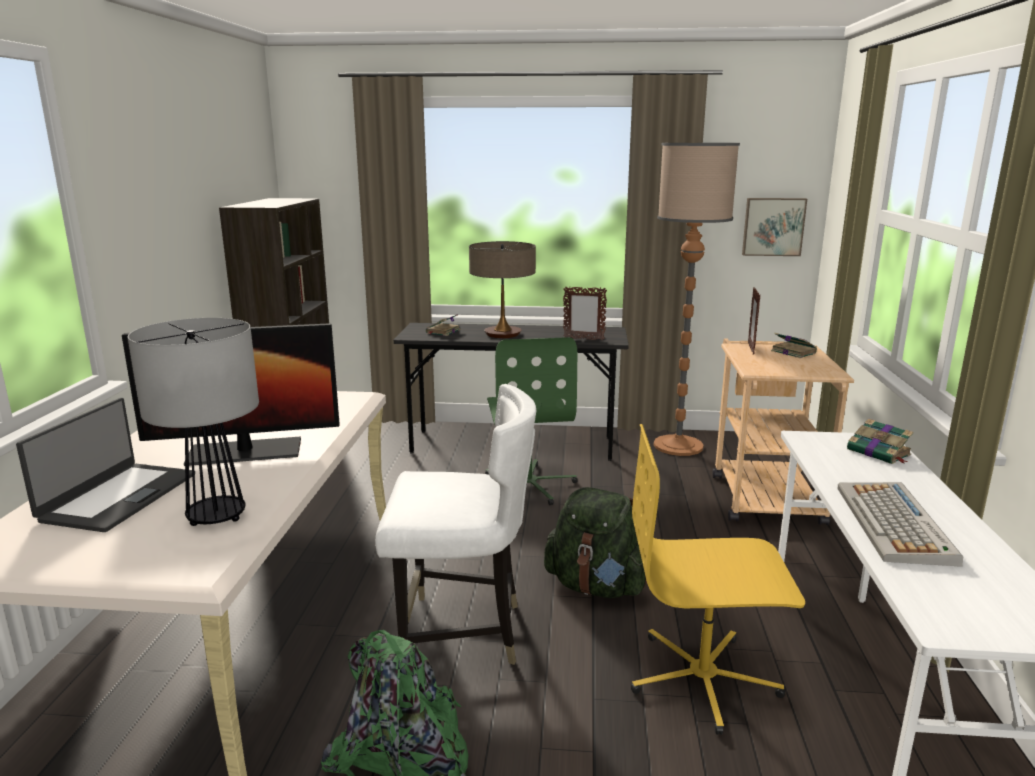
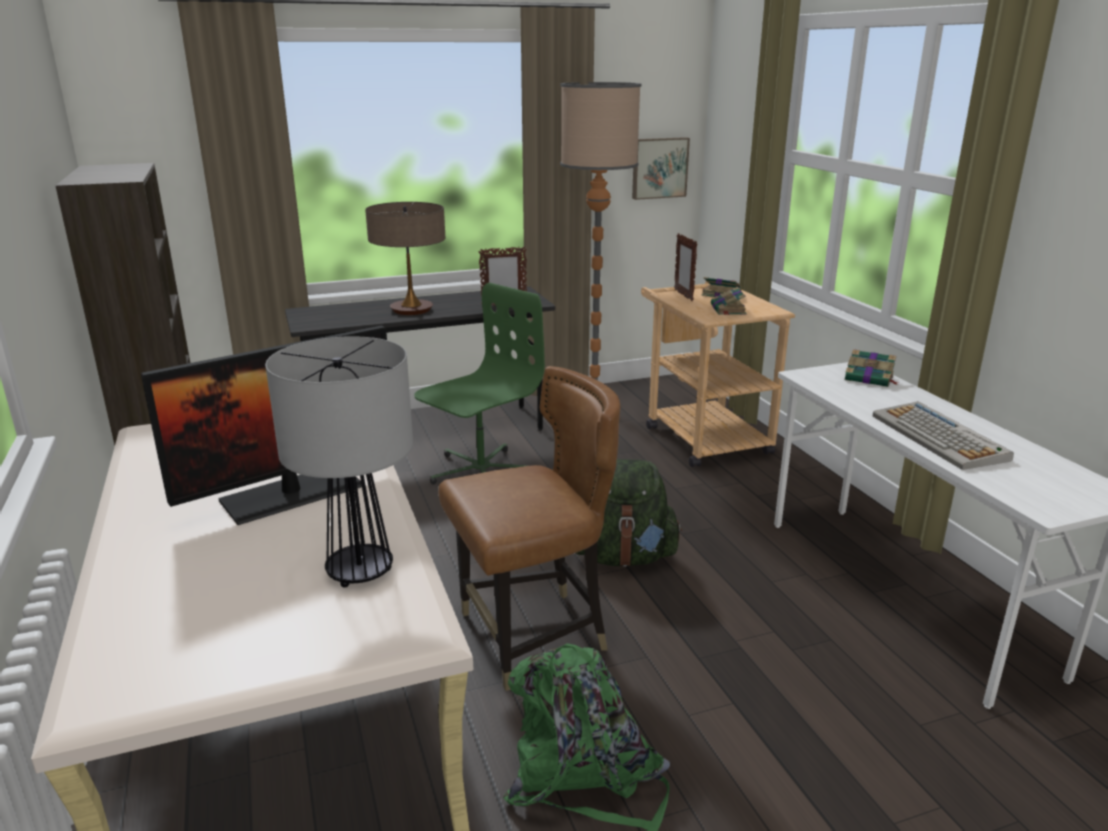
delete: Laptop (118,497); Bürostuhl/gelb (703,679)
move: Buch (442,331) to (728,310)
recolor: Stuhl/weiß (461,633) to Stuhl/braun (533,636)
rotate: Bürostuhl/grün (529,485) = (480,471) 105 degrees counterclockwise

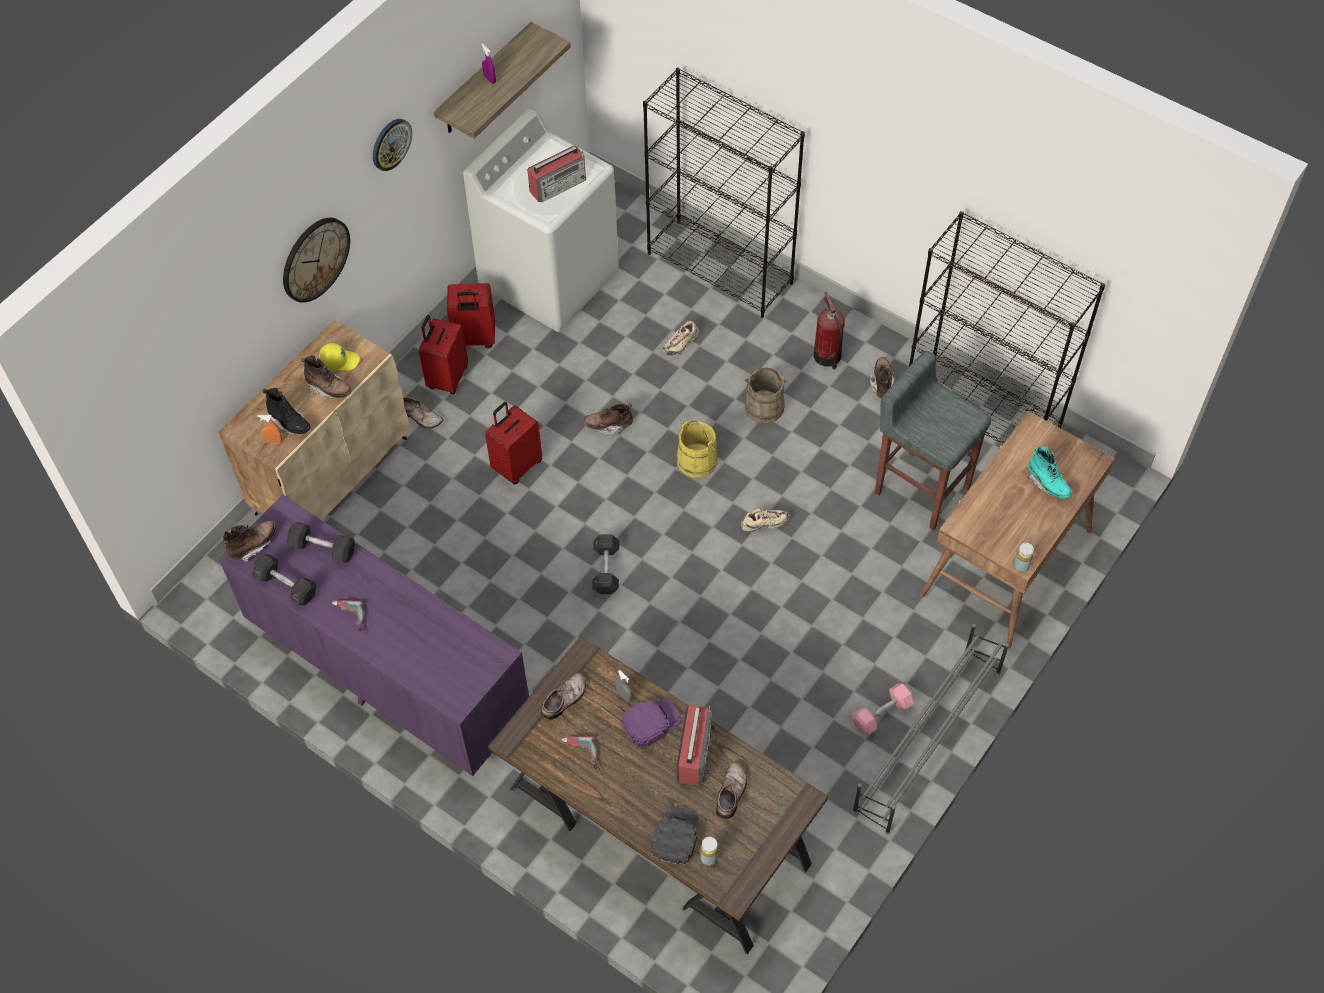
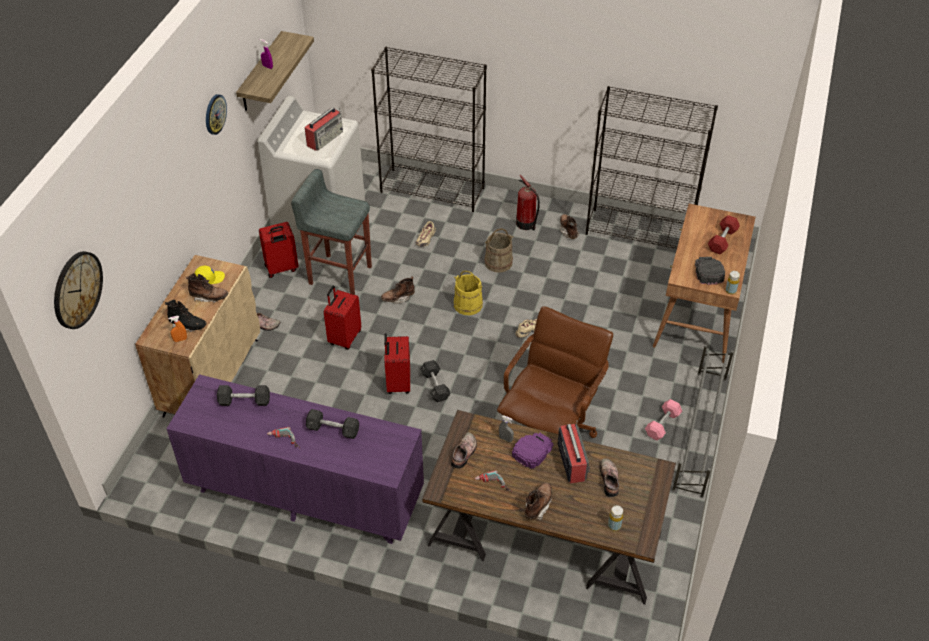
insert: Bürostuhl/braun (549,429)
move: Wanduhr (315,259) to (77,289); Hocker/grau (921,488) to (339,274); Hantel/grau (286,585) to (333,429); Koffer/rot (447,378) to (397,383); Stiefel/braun (253,545) to (537,506); Kappe/schwarz (675,836) to (708,271)
replace: Stiefel/türkis (1047,483) to Hantel/rot (722,240)

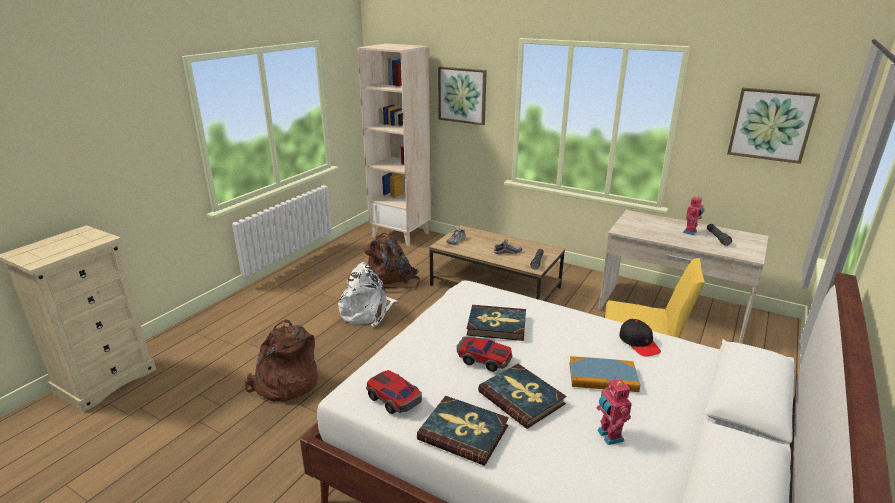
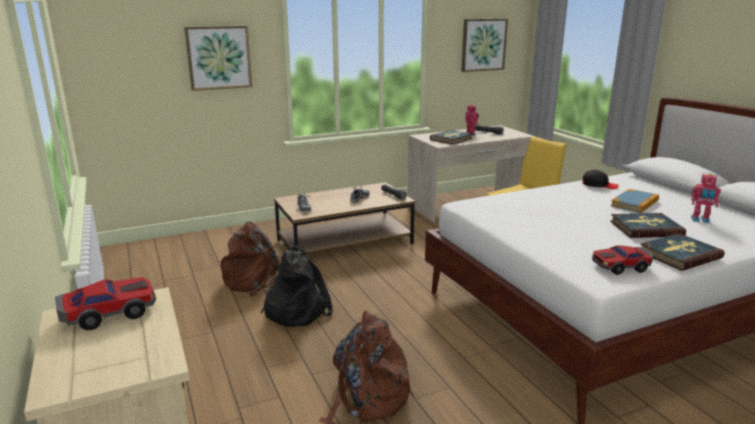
delete: Bücherregal/beige (401,234)
move: Spielzeugauto (484,359) to (109,312); Buch (496,325) to (451,139)
recolor: Rucksack/weiß (367,312) to Rucksack/schwarz (295,311)

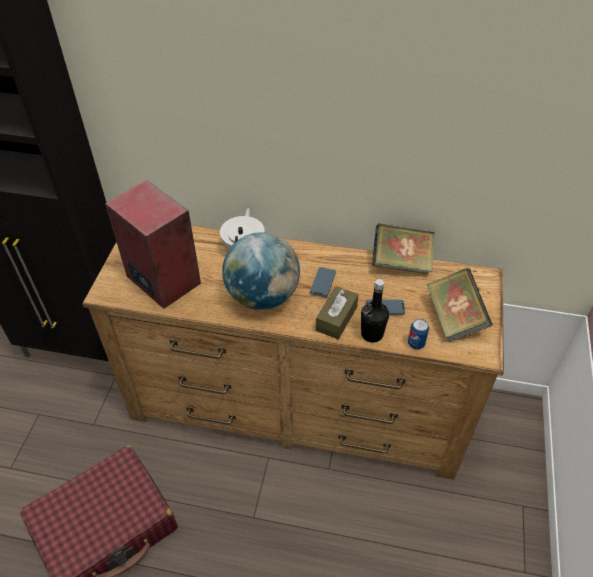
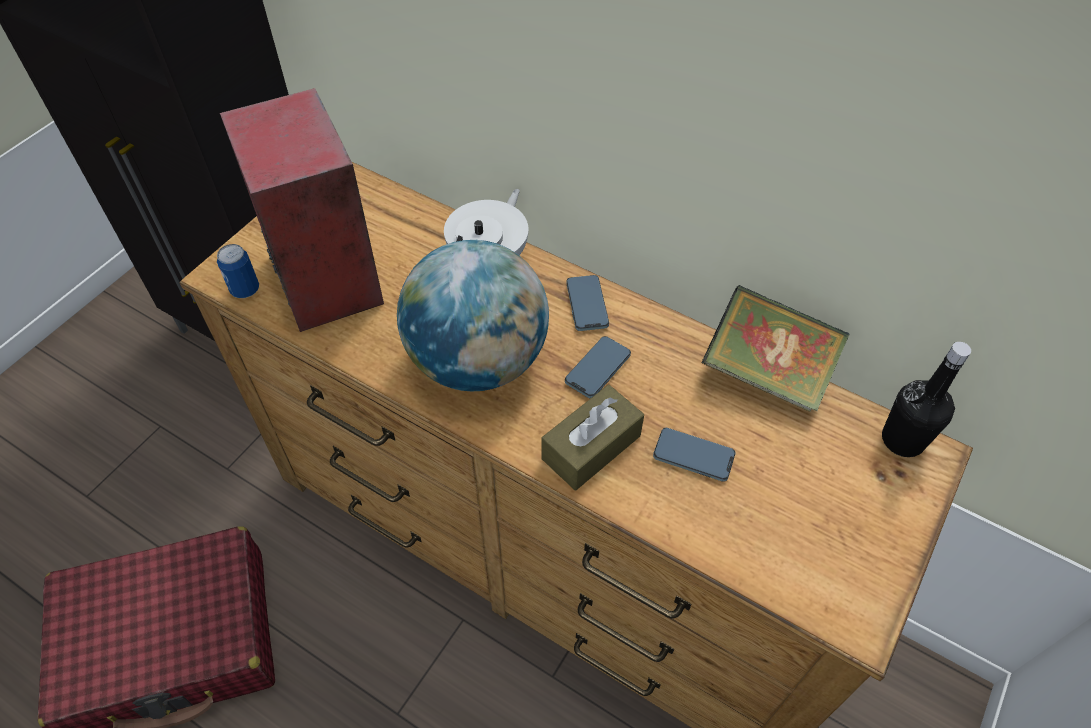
delete: Buch (454,318)
insert: Handy (587,305)
move: Dose (416,343) to (245,290); Flasche/schwarz (372,334) to (902,440)

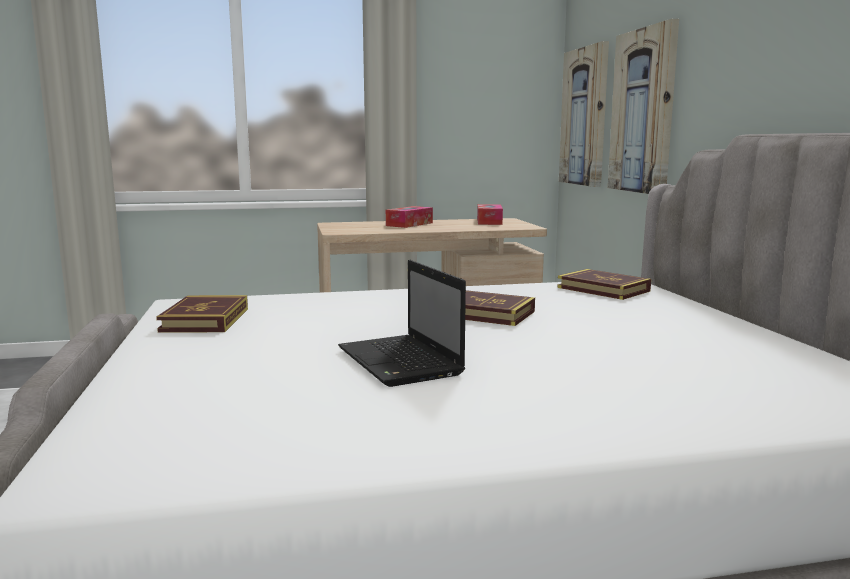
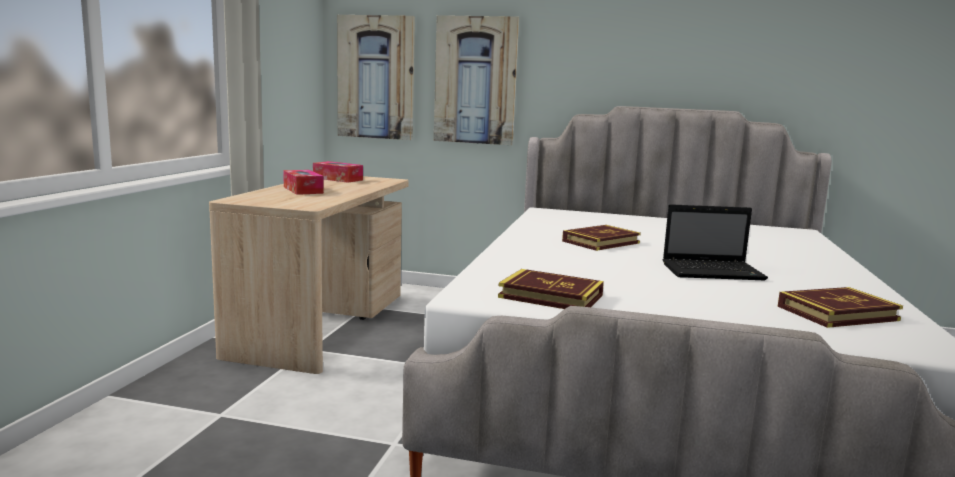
move: Buch (603,289) to (837,313)

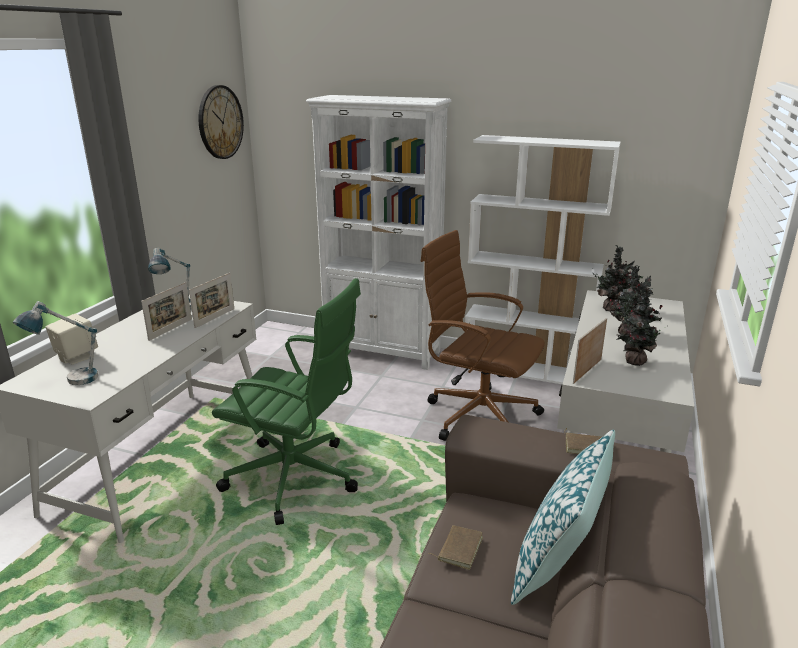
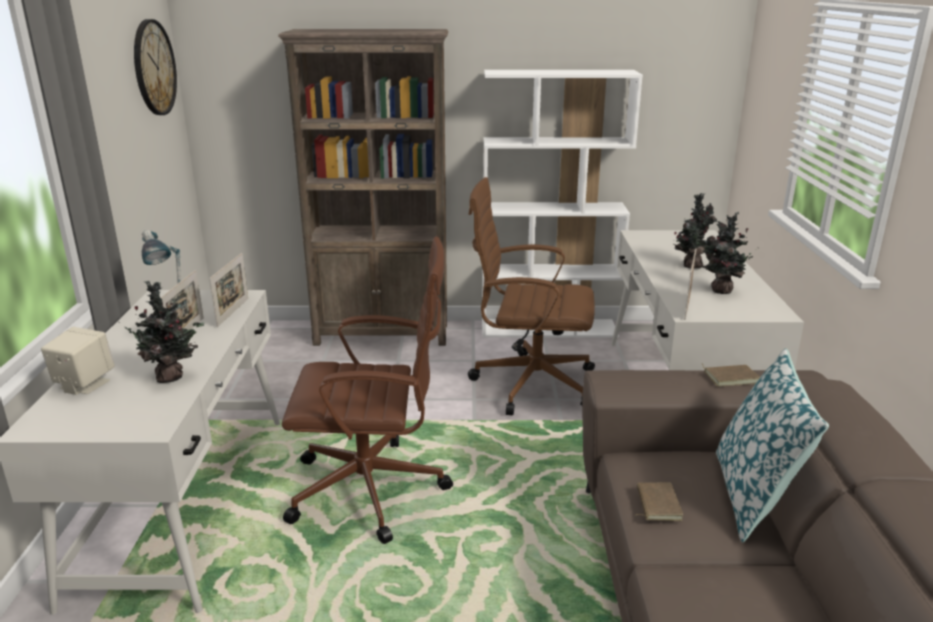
delete: Tischlampe (69,381)
move: Topfpflanze (612,309) to (172,377)
recolor: Bücherregal/weiß (383,351) to Bücherregal/braun (382,334); Bürostuhl/grün (296,479) to Bürostuhl/braun (372,490)

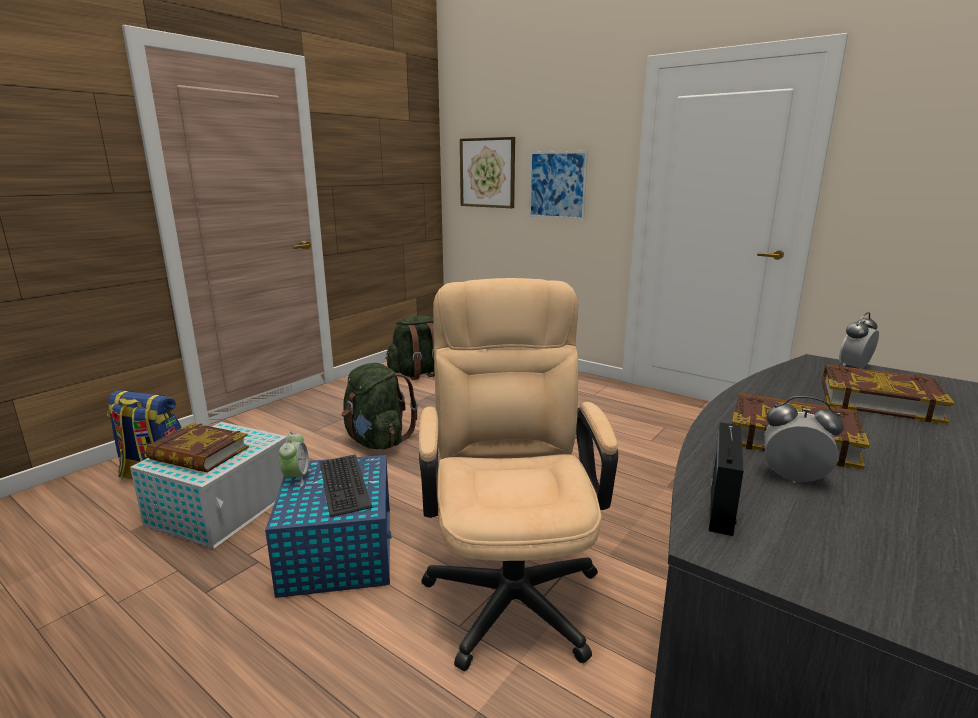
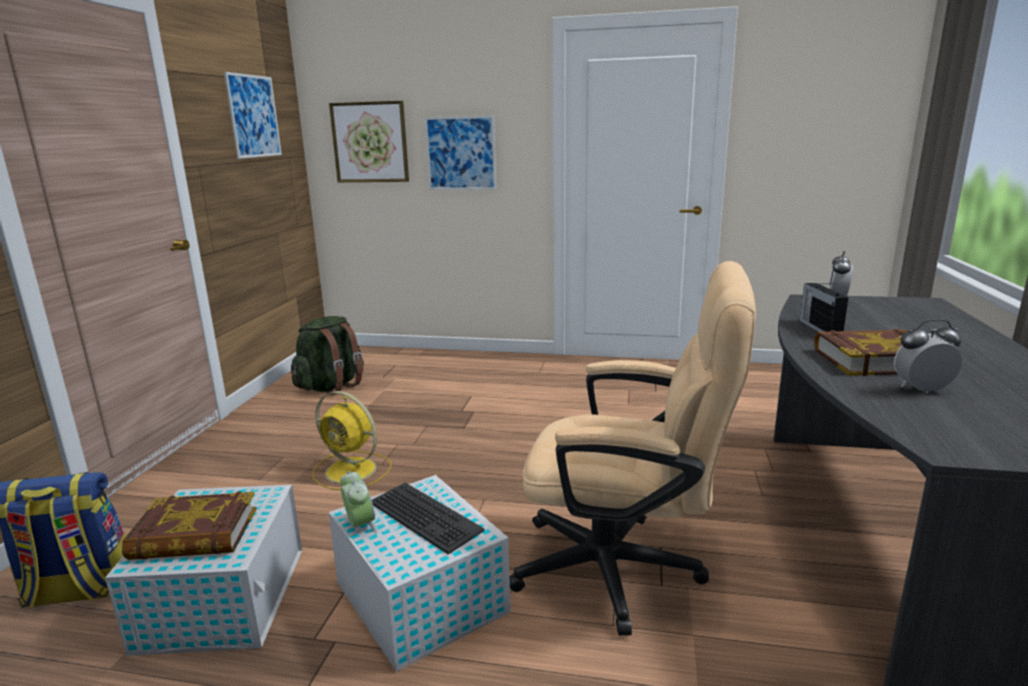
delete: Buch (878,400)
insert: Bild (253,116)
move: Radio (721,504) to (819,328)
replace: Rucksack/grün (377,441) to Ventilator/gelb (352,471)
recolor: Aufbewahrungsbox/blau (339,549) to Aufbewahrungsbox/weiß (420,596)
rotate: Bürostuhl/beige (511,584) = (624,570) 135 degrees clockwise

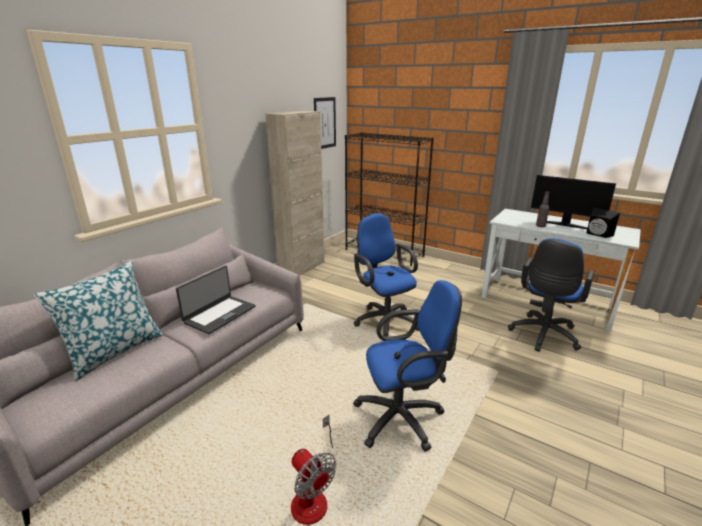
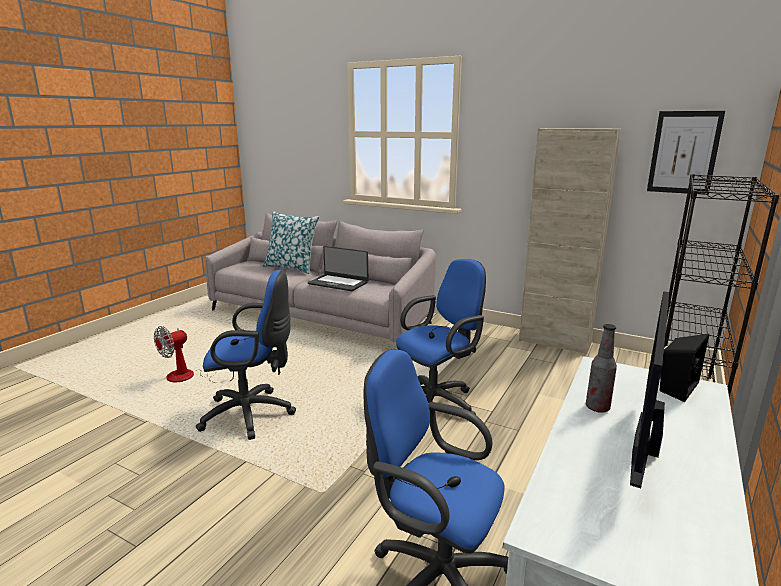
move: Lautsprecher/schwarz (597,235) to (674,387)
rotate: Bürostuhl/blau (403,418) = (252,414) 75 degrees counterclockwise

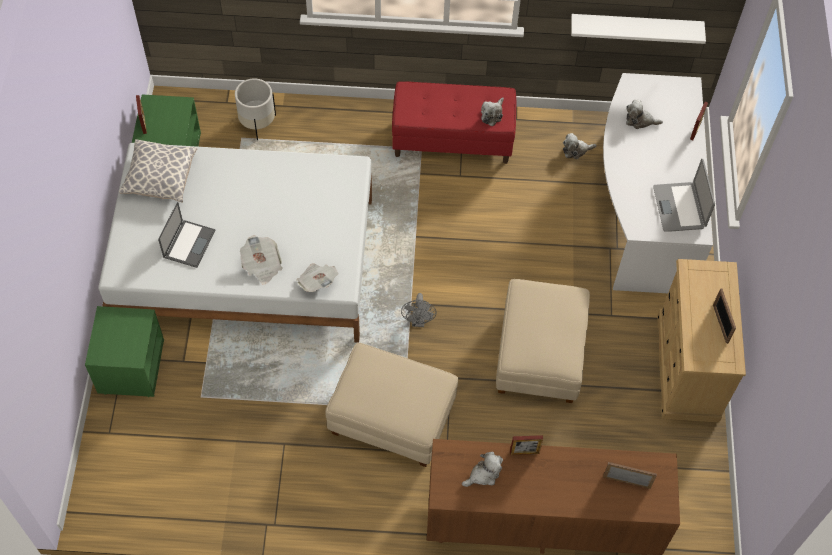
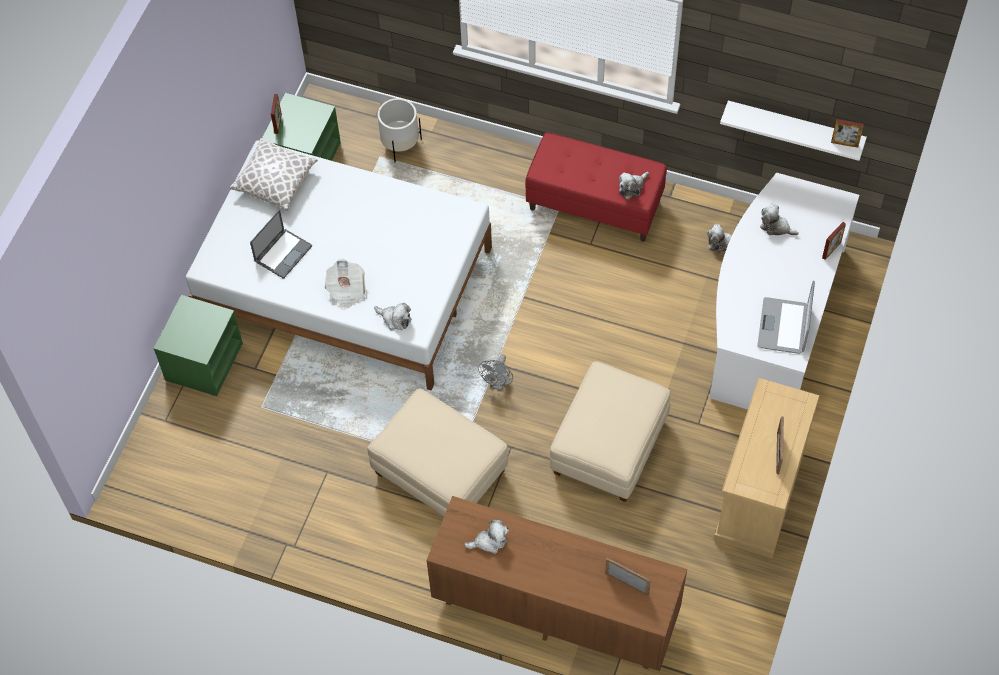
move: Bilderrahmen (524,452) to (844,143)
replace: Zeitung (317,282) to Plüschtier (395,319)

